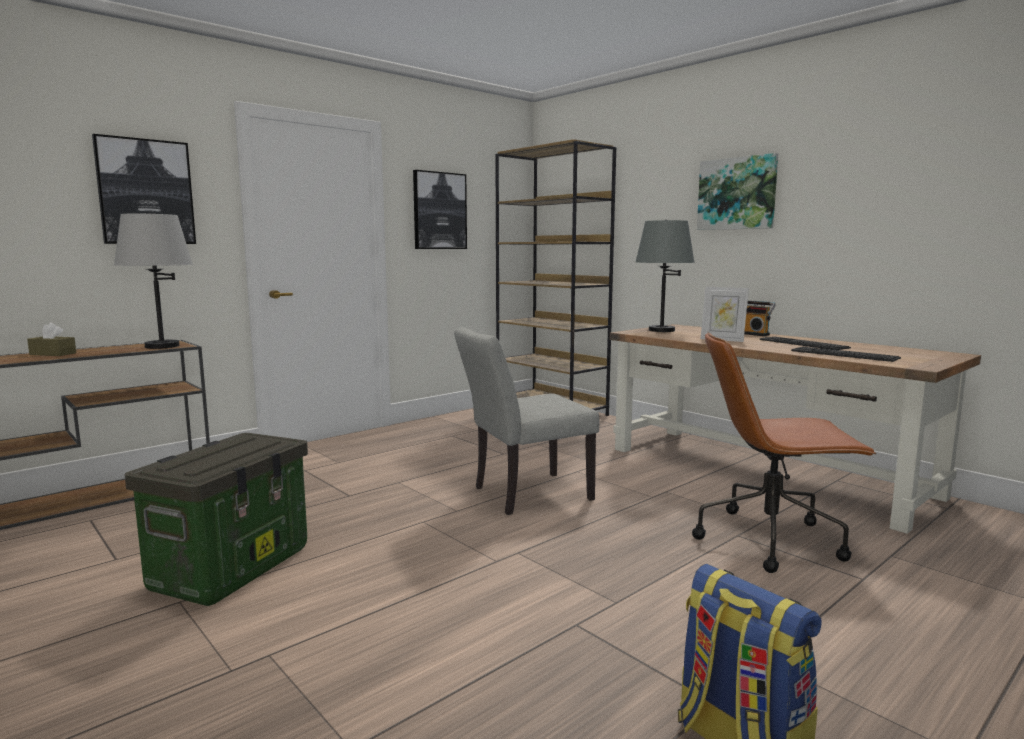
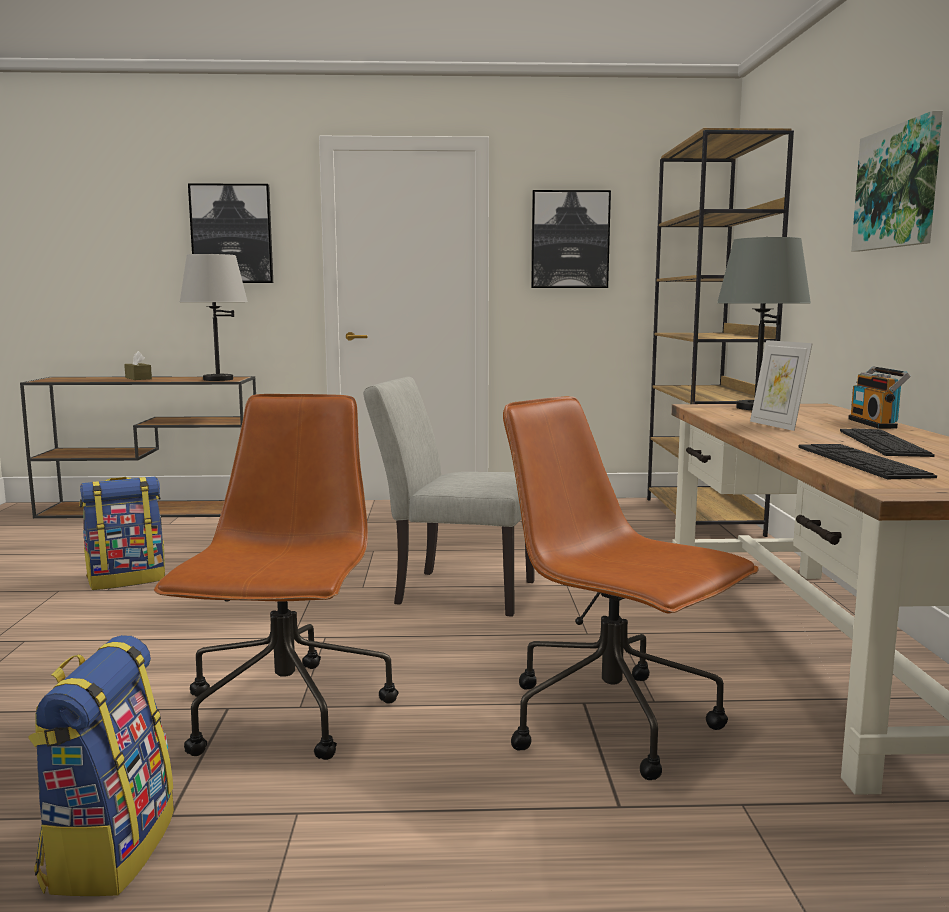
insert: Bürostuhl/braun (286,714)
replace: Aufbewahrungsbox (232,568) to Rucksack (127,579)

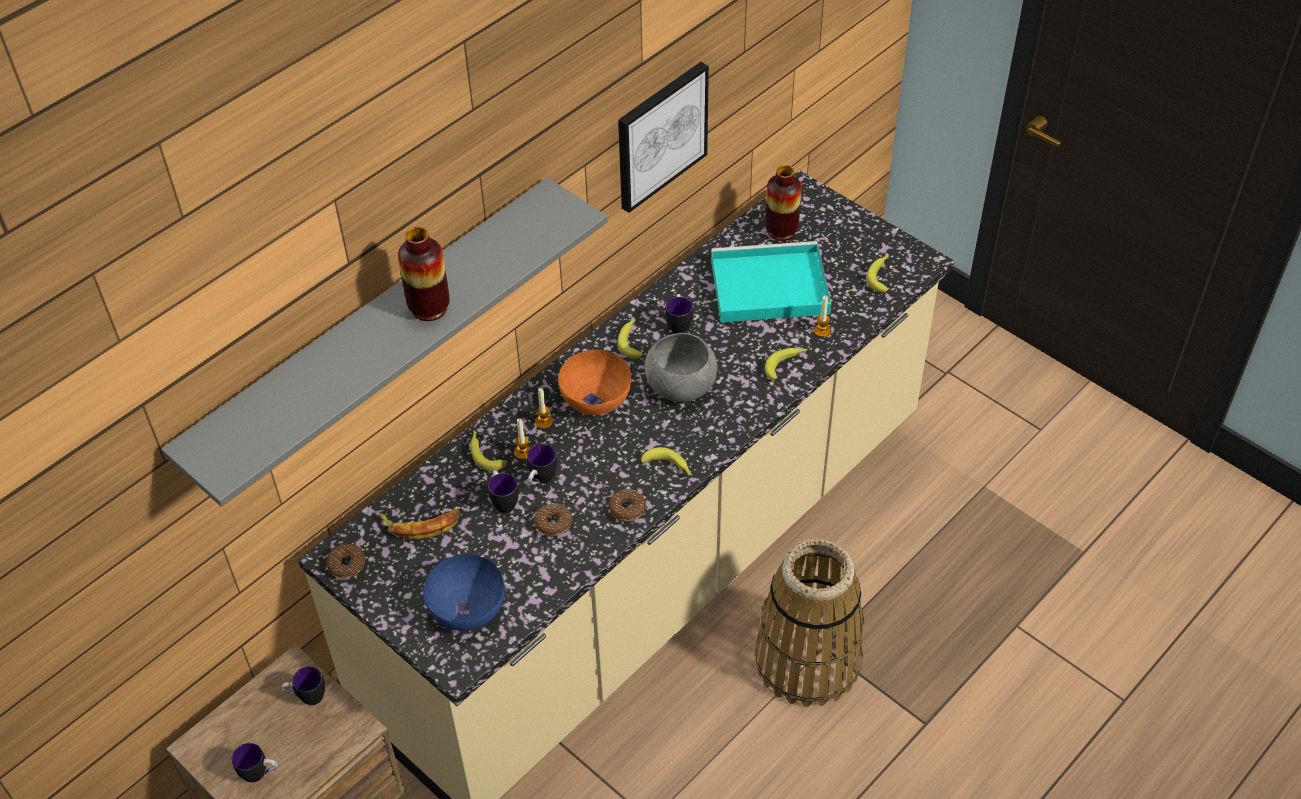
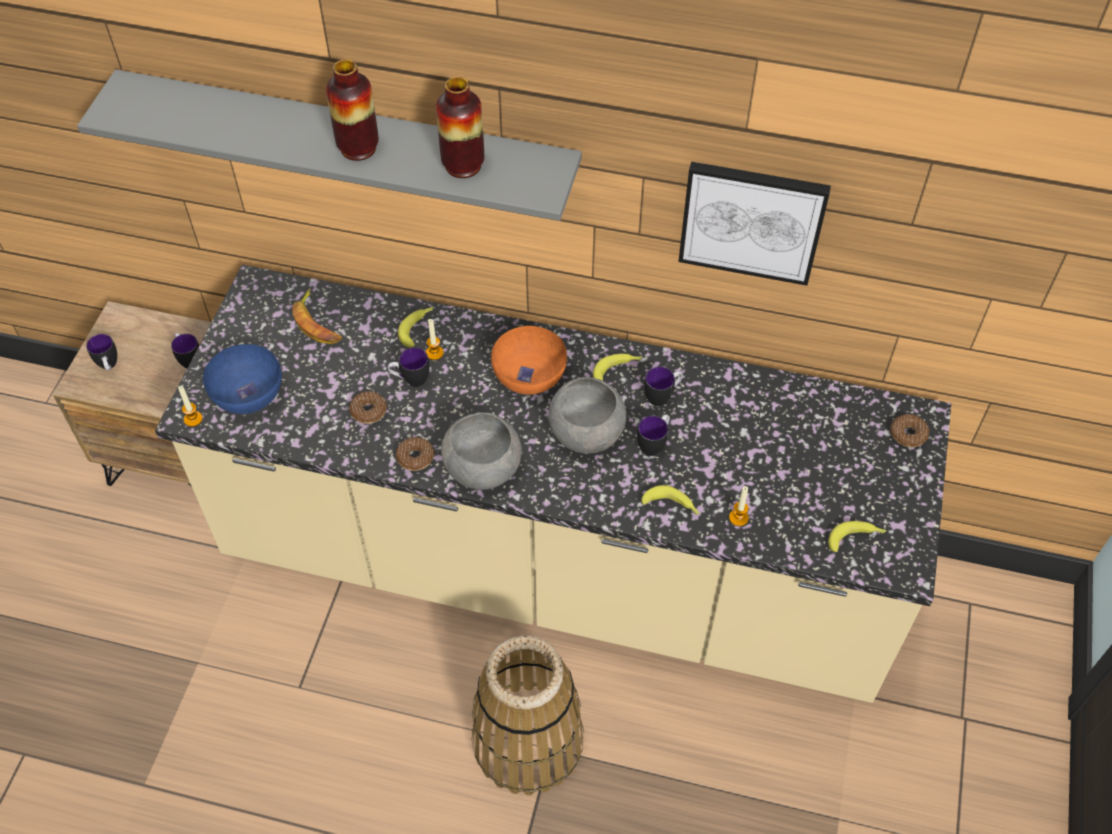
delete: Tablett/türkis (767,287)
move: Kerze (544,422) to (193,419); Vase (781,231) to (463,165); Henkelbecher (503,501) to (654,444); Donut (346,564) to (908,434)
replace: Banane (669,467) to Schüssel/grau (482,467)

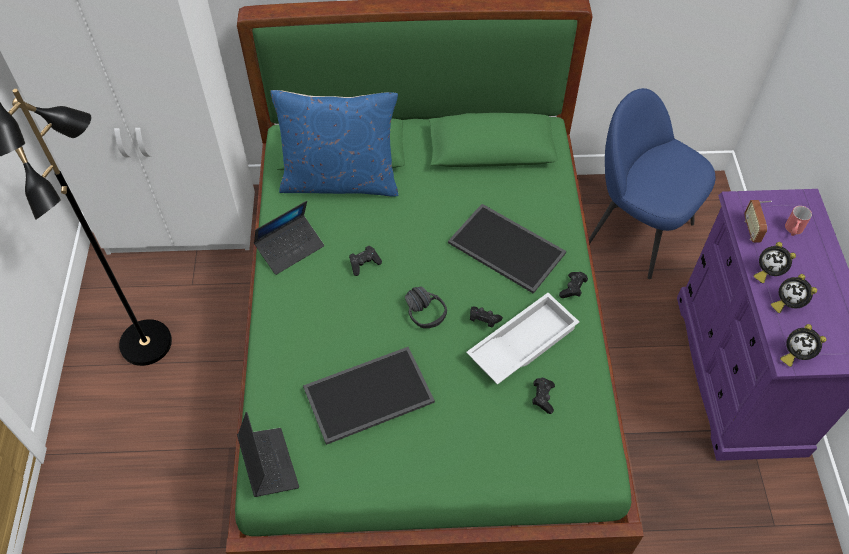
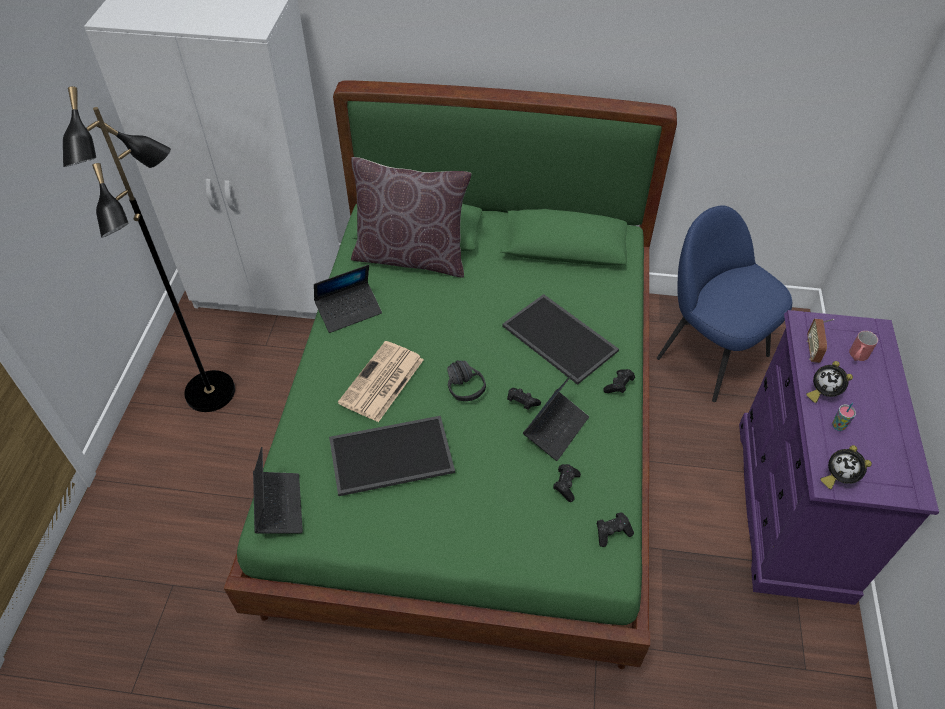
insert: Zeitung (381,382)
move: Gamepad/schwarz (364,264) to (612,532)
replace: Tablett/weiß (521,342) to Laptop (555,429); Wecker (787,303) to Tasse (838,426)
recolor: Kissen/blau (340,180) to Kissen/braun (411,256)

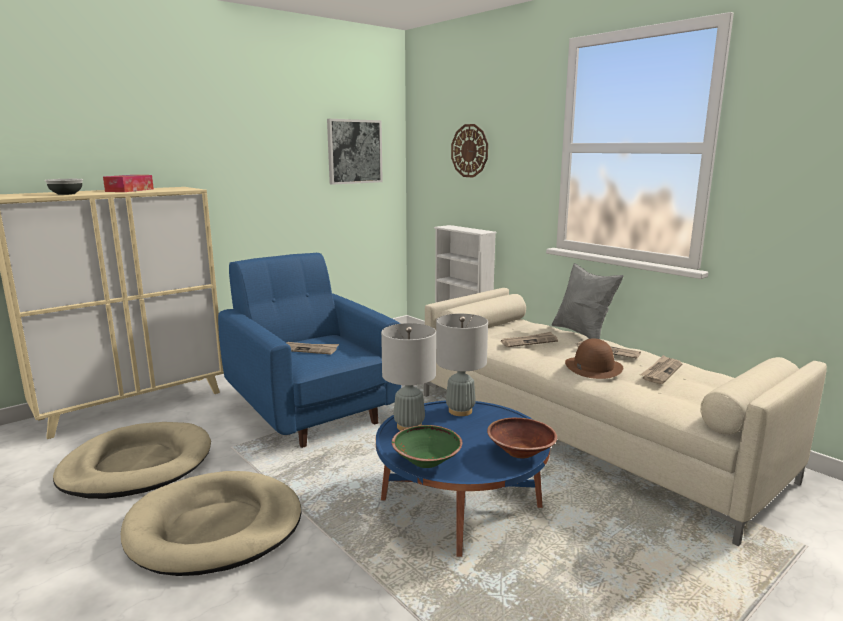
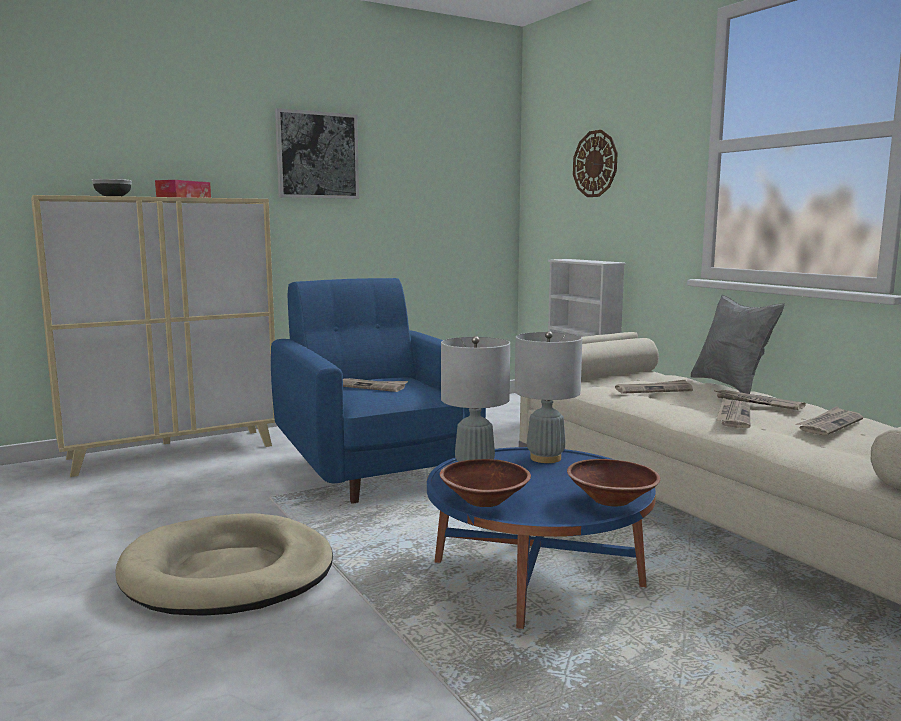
delete: Hundebett/beige (137,465)
move: Bild (354,151) to (317,155)
replace: Hut/braun (593,367) to Zeitung (733,416)
recolor: Schüssel/grün (426,461) to Schüssel/braun (484,500)

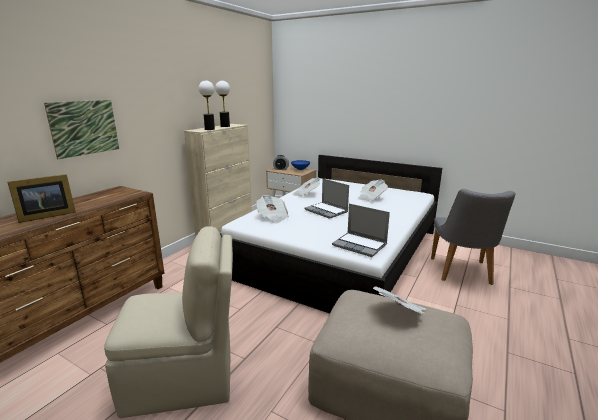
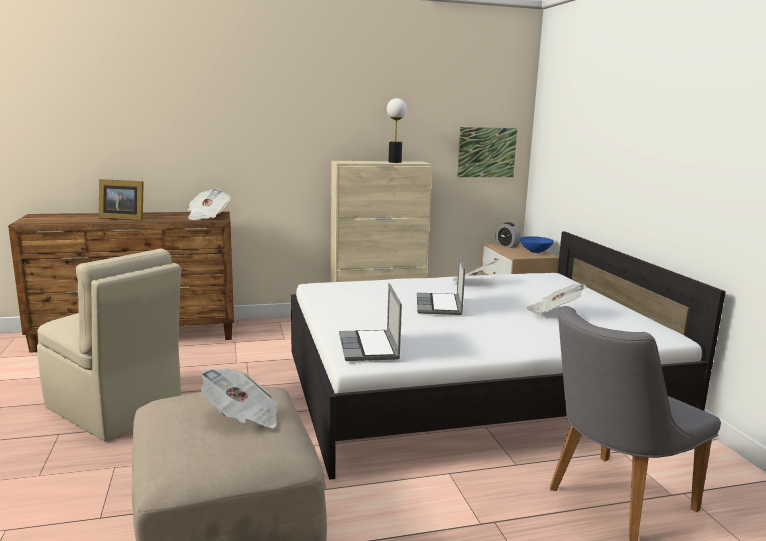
delete: Tischlampe (209,129)
move: Zeitung (272,217) to (207,216); Bild (84,128) to (486,152)

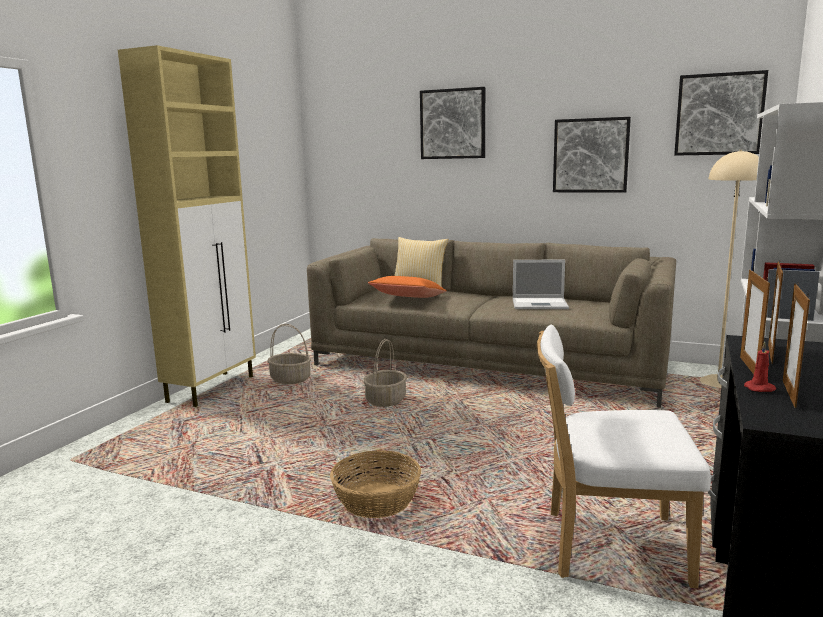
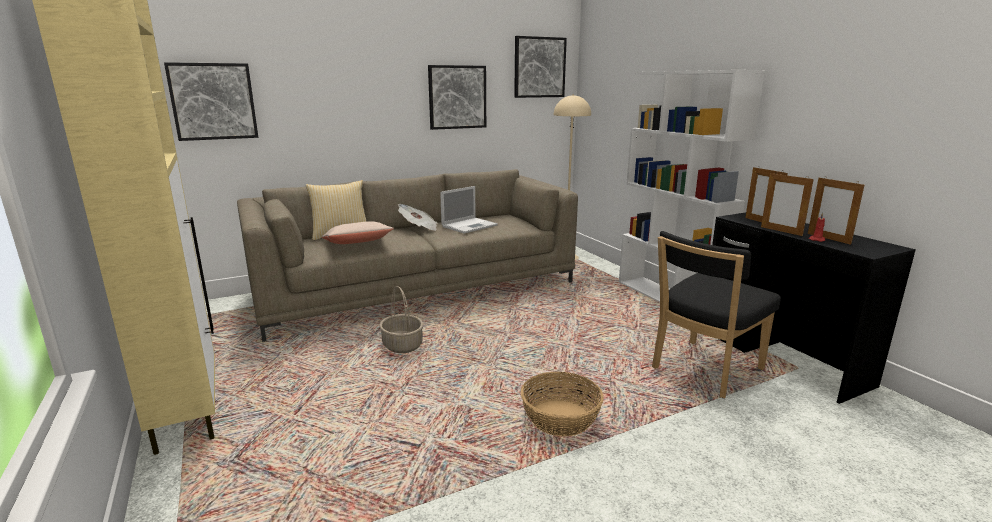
delete: Korb (291,379)
insert: Zeitung (419,228)
move: Bild (453,124) to (213,101)
recolor: Kissen/orange (408,299) to Kissen/beige (357,245); Stuhl/weiß (607,546) to Stuhl/schwarz (703,370)

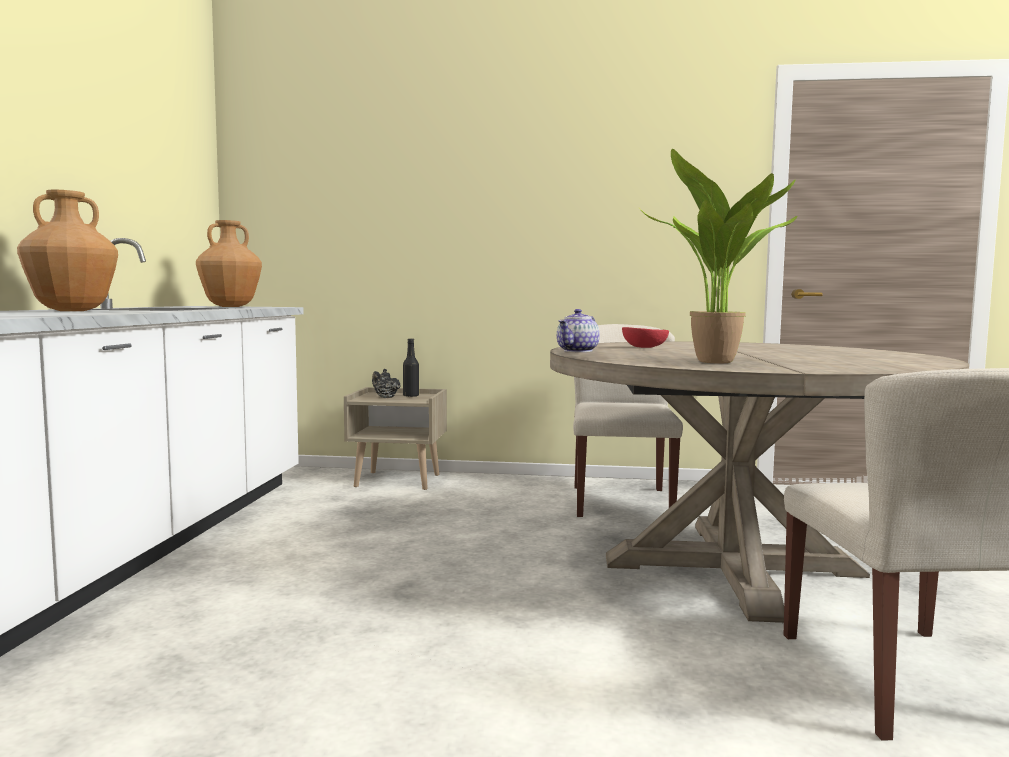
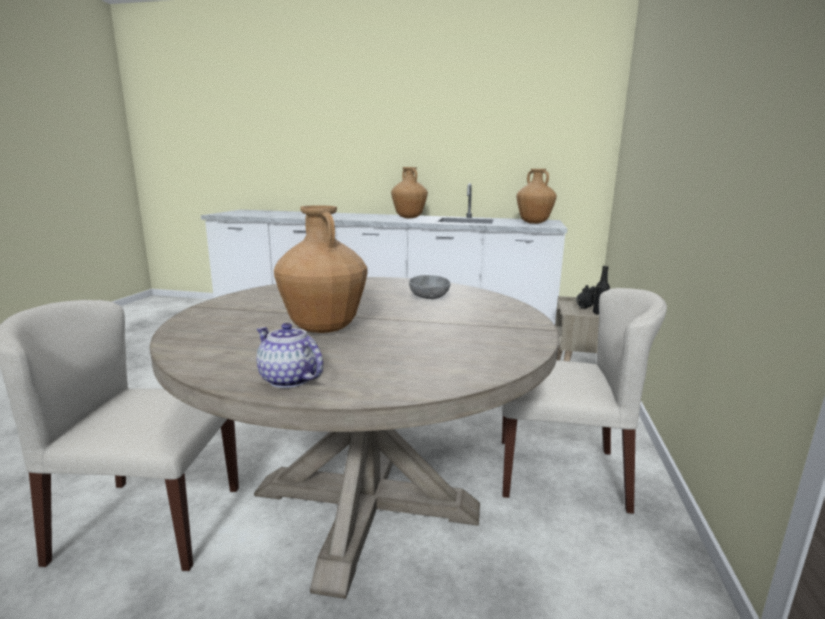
delete: Topfpflanze (719,363)
insert: Vase/braun (324,329)
move: Teekanne (578,351) to (288,379)
recolor: Schüssel/rot (644,347) to Schüssel/grau (430,297)

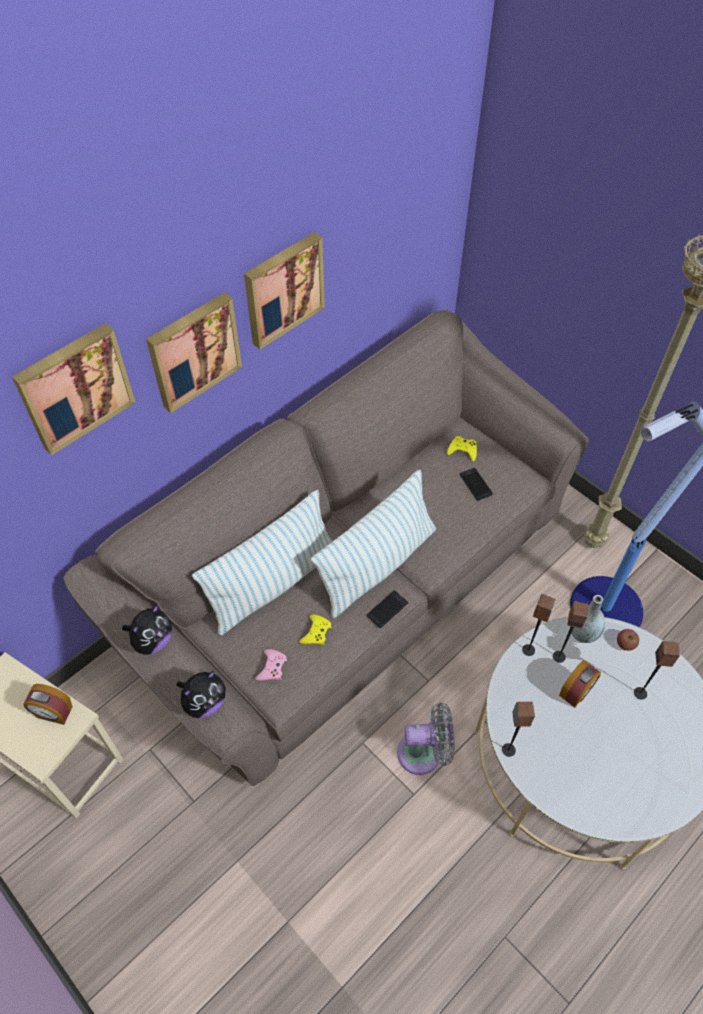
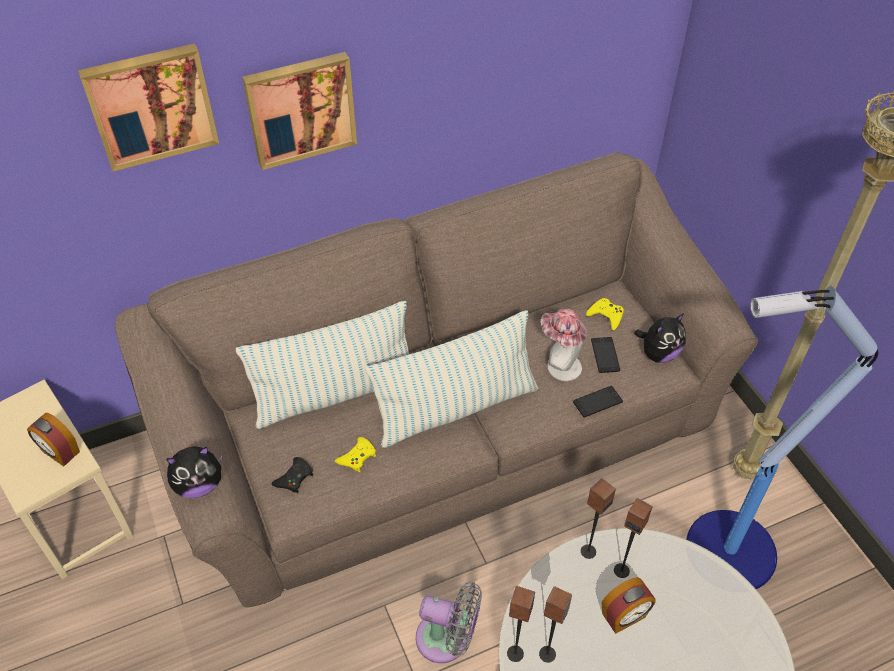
delete: Bild (283,289); Vase/grau (582,634); Apfel (625,644)
insert: Hut (559,365)
move: Lautsprecher (640,693) to (547,654); Handy (387,609) to (597,402); Plüschtier (152,641) to (658,354)
recolor: Gamepad/rosa (272,667) to Gamepad/schwarz (294,478)

